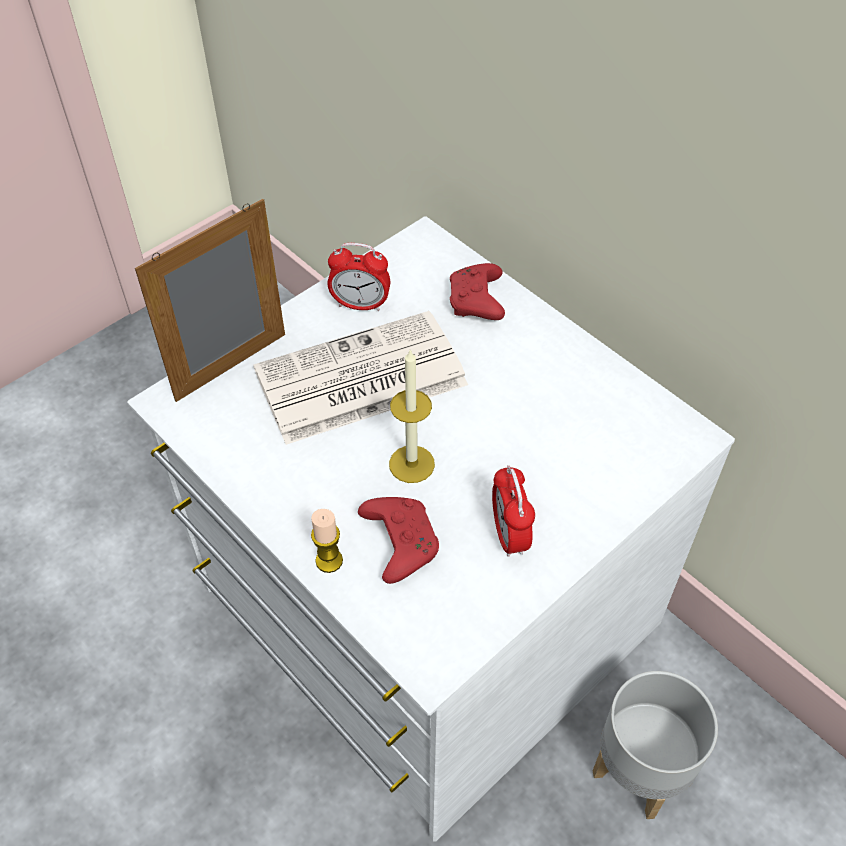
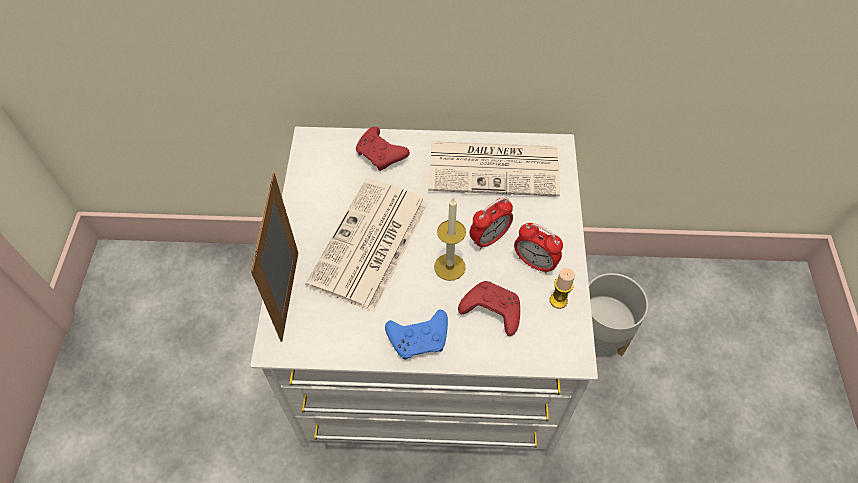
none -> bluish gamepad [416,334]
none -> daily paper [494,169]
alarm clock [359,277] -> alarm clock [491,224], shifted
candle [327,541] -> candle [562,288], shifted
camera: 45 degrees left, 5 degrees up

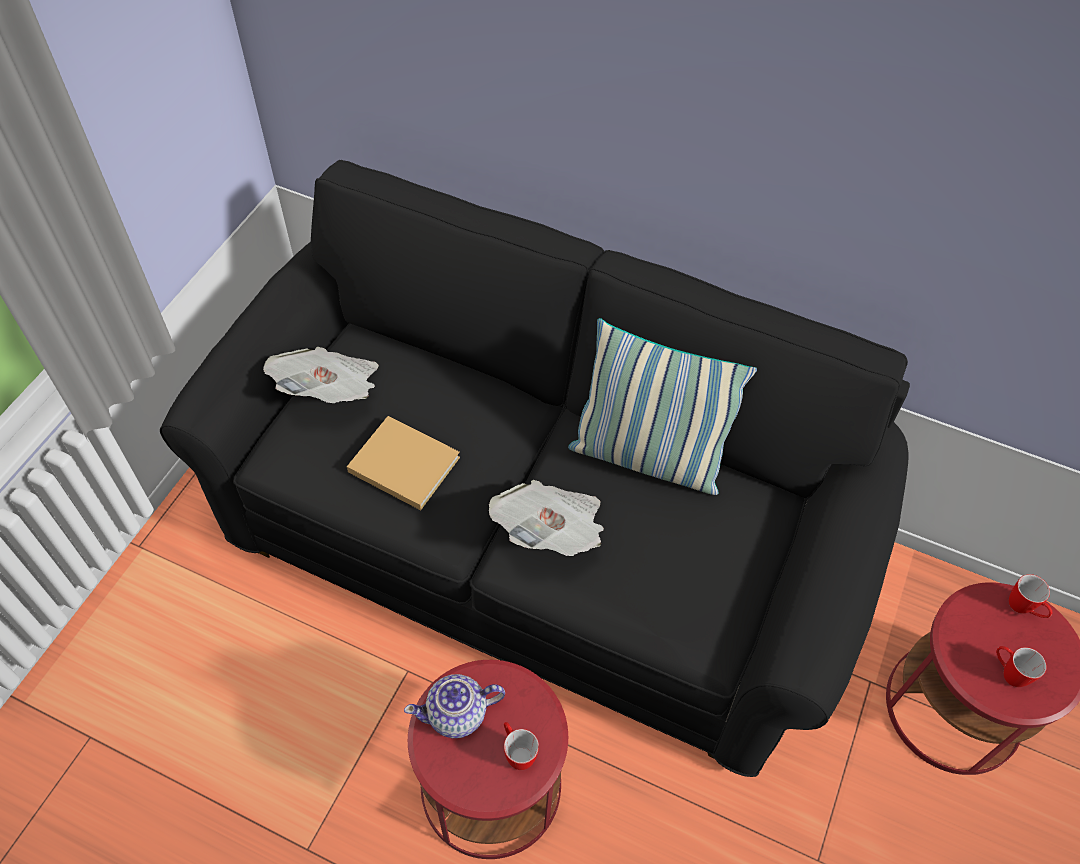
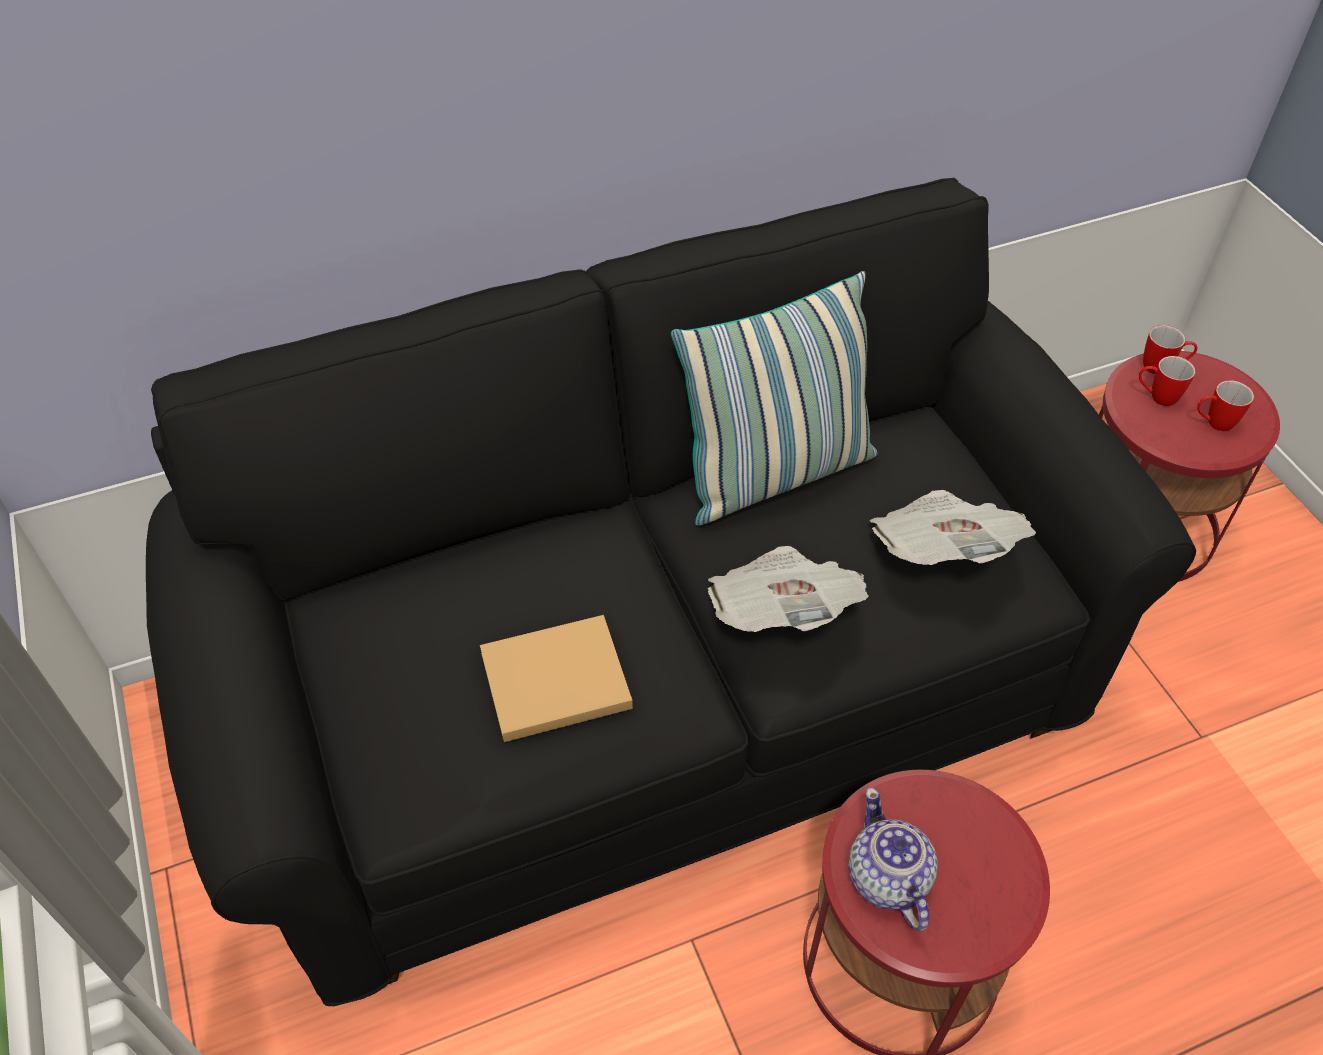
pot for tea [454,706] -> pot for tea [893,859], 135 degrees clockwise
daily paper [321,375] -> daily paper [953,527], shifted
tea mug [521,746] -> tea mug [1167,381], shifted
camera: 45 degrees left, 5 degrees down

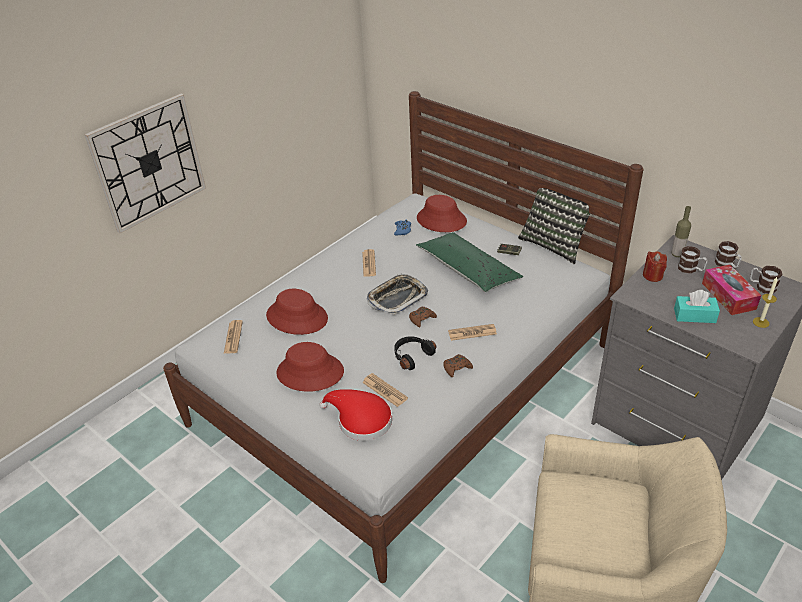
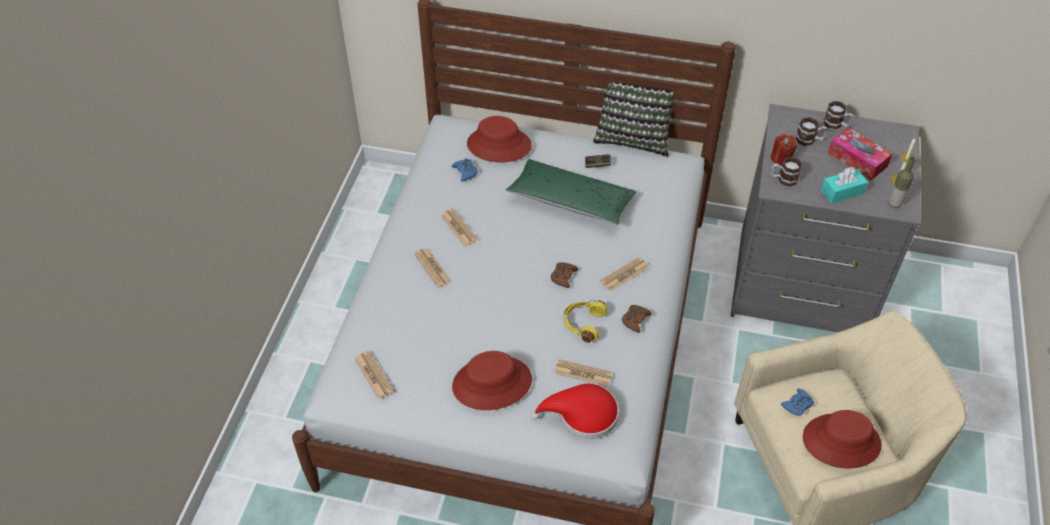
none -> daily paper [432,268]
blackish headset [415,353] -> yellow headset [585,321]
tea mug [766,280] -> tea mug [787,172], shifted
none -> bluish gamepad [797,402]
red wearable hat [297,312] -> red wearable hat [842,439], shifted
drink bottle [681,231] -> drink bottle [902,182], shifted
clock on the wall [145,163] -> none
carrying tray [397,294] -> none
camera: 30 degrees left, 10 degrees up

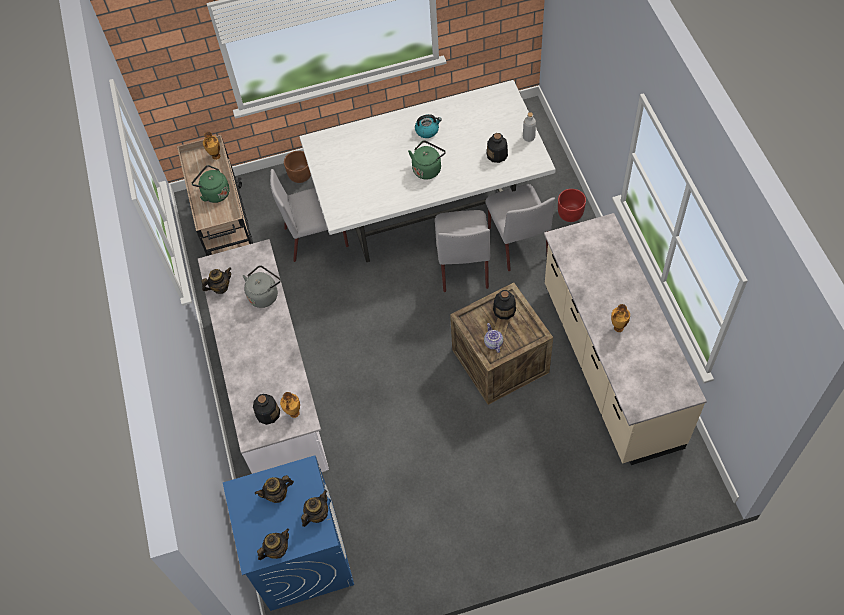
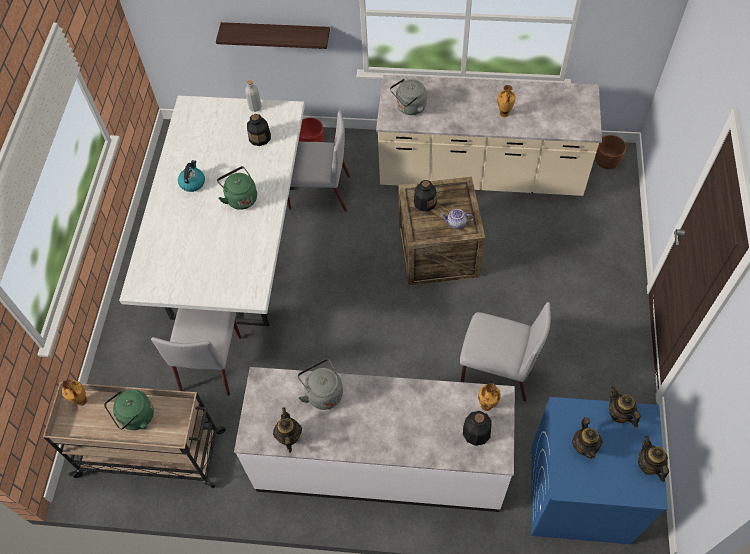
none -> bracket shelf [273,35]
none -> grey tea kettle [408,97]
grey chair [462,251] -> grey chair [505,352], shifted
brown-coloured planter [297,167] -> brown-coloured planter [610,152], shifted
camera: 70 degrees left, 0 degrees up

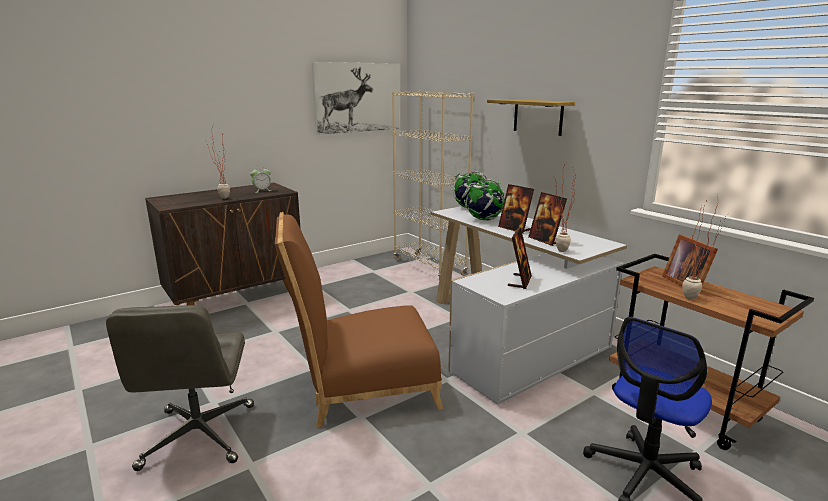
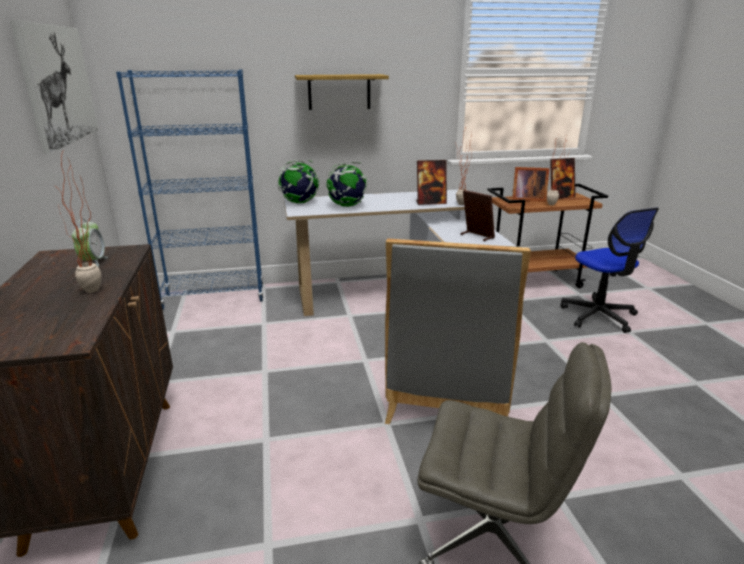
beige bookshelf [433,185] -> bluish bookshelf [190,189]
brown-coloured chair [359,320] -> grey chair [458,331]
picture frame [516,208] -> picture frame [563,178], shifted
camera: 65 degrees left, 5 degrees up

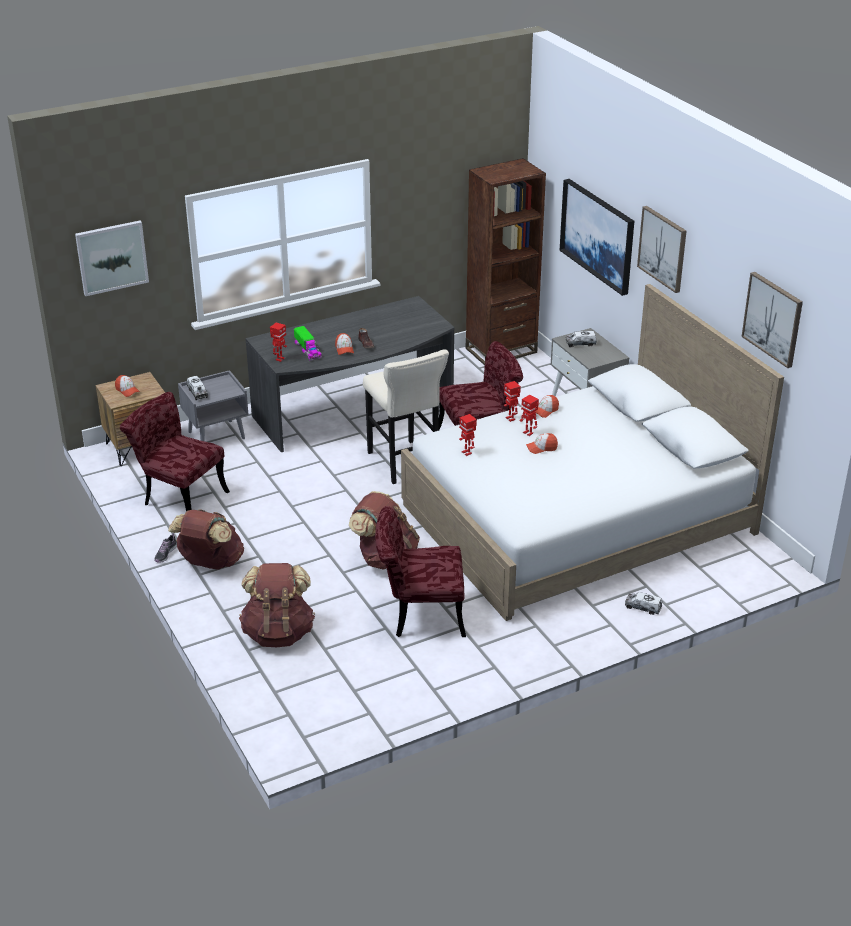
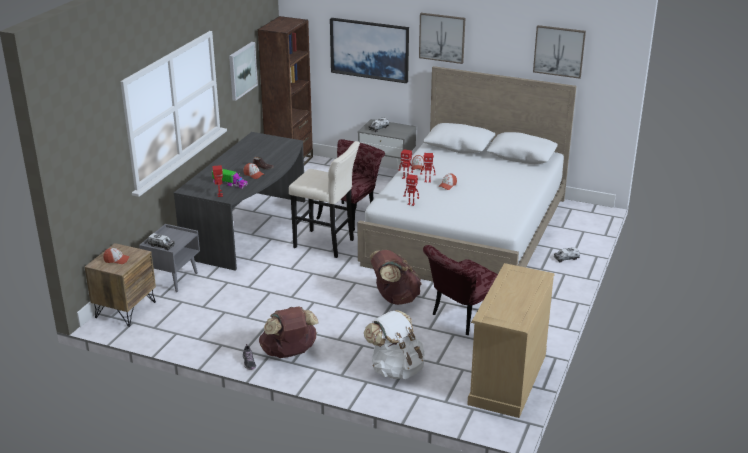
wall picture [112,258] -> wall picture [243,71], shifted
brown-coloured rucksack [277,605] -> white-coloured rucksack [394,344]
none -> beige chest of drawers [511,340]
red chair [175,451] -> none
camera: 40 degrees left, 5 degrees down

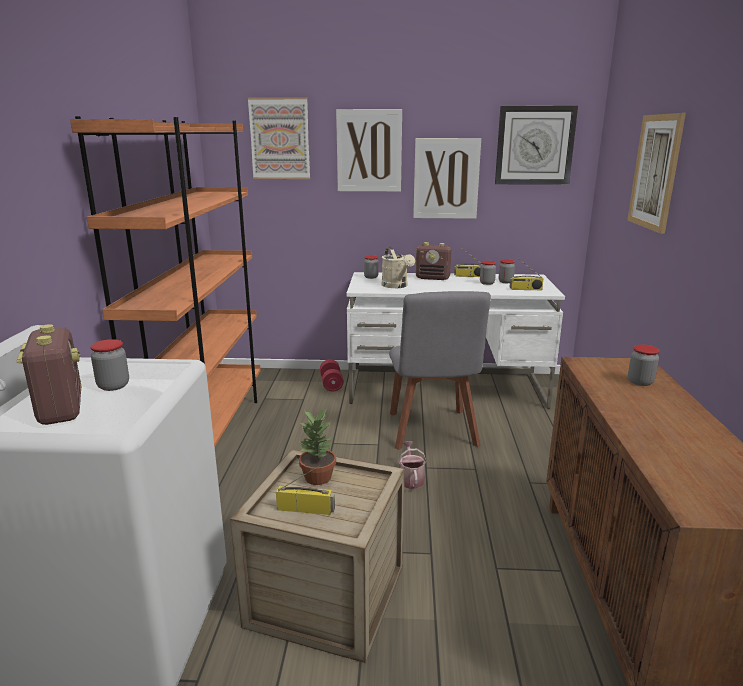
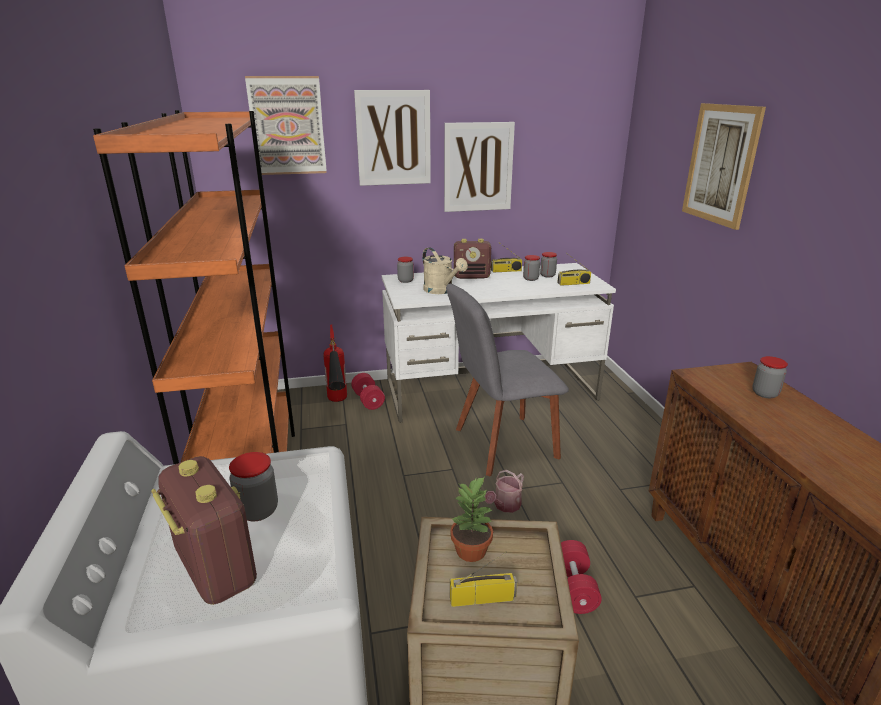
none -> fire extinguisher [335,363]
grey chair [440,370] -> grey chair [507,380], 90 degrees clockwise
watering can [412,465] -> watering can [504,491], 120 degrees counterclockwise
none -> red dumbbell [581,577]
clock on the wall [536,145] -> none
camera: 15 degrees left, 5 degrees up

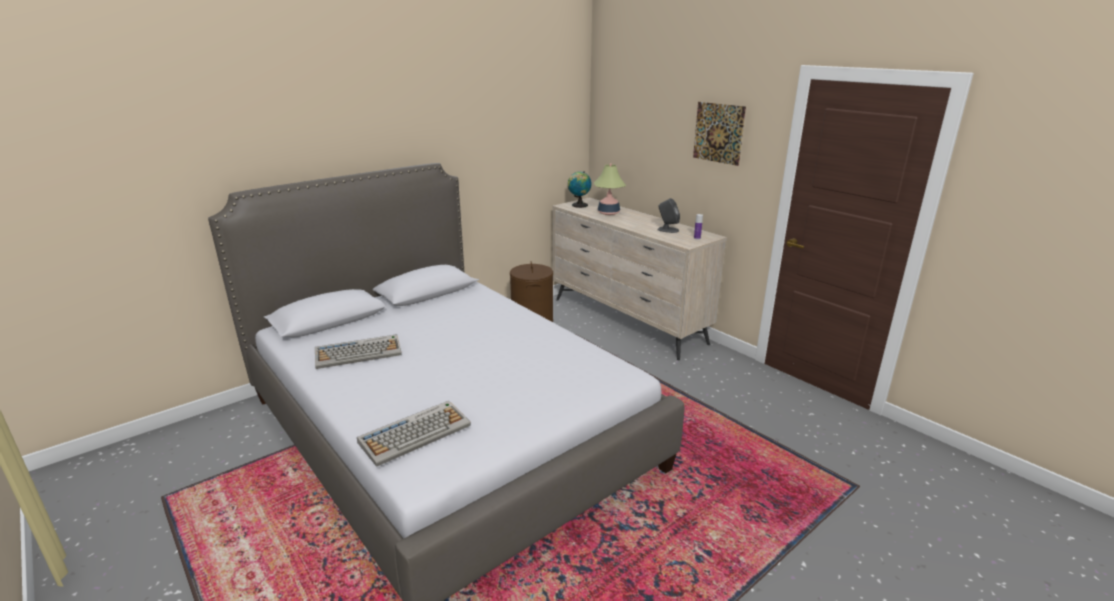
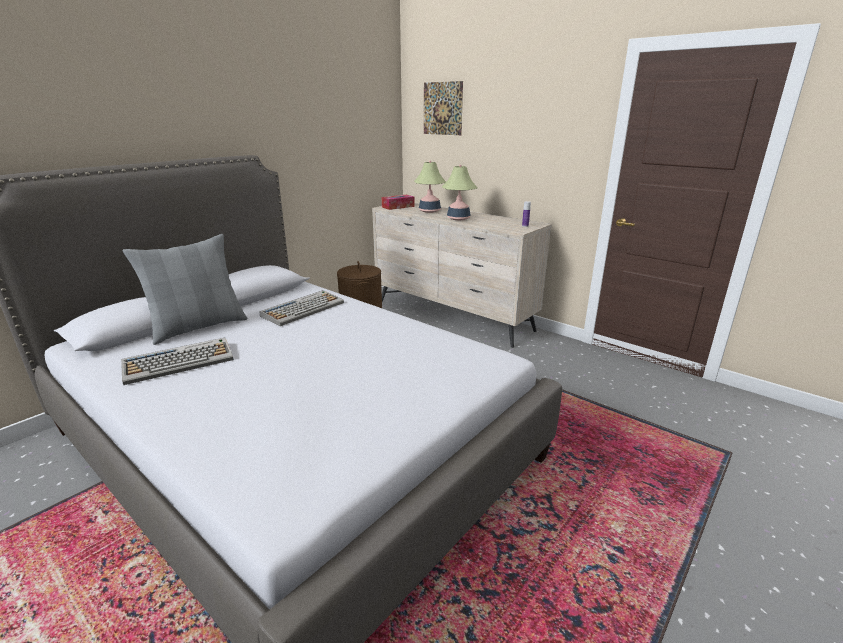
none -> grey throw pillow [185,289]
PC keyboard [414,434] -> PC keyboard [302,308], shifted
globe [580,189] -> tissue holder [398,202]
wall picture [719,134] -> wall picture [443,108], shifted
none -> tabletop lamp [459,192]
grey audio speaker [668,215] -> none
camera: 10 degrees left, 0 degrees up

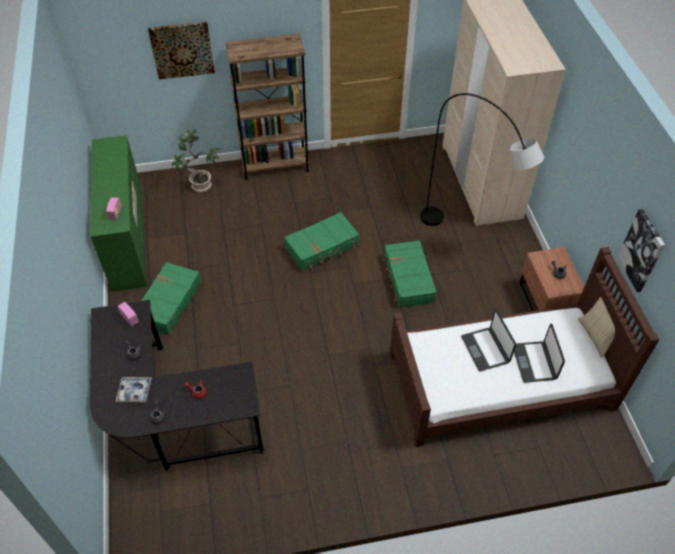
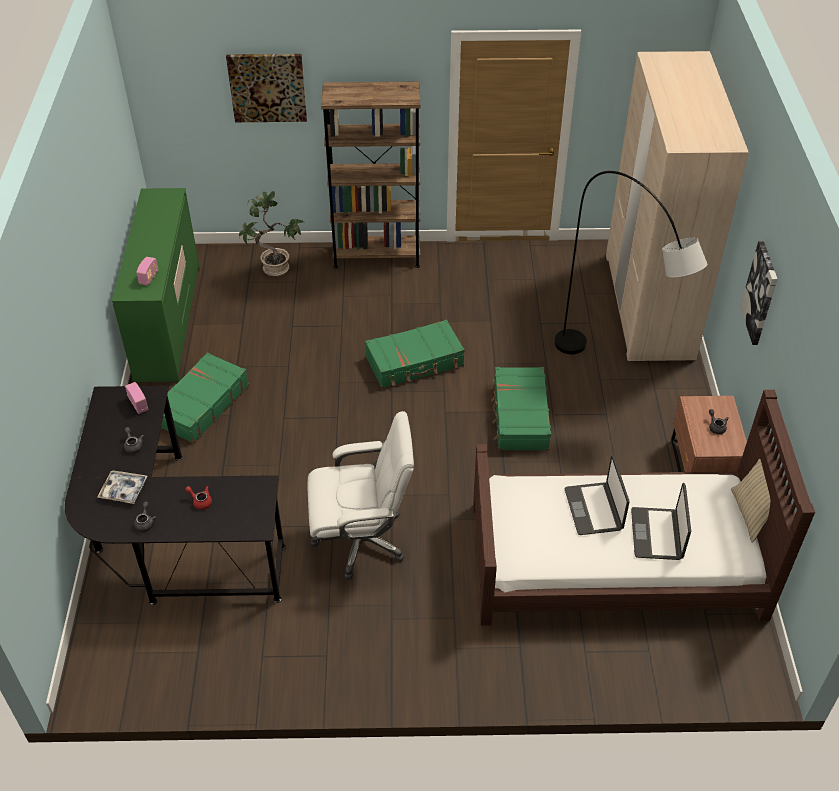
none -> white-coloured office chair [360,495]
wall picture [641,250] -> wall picture [758,293], shifted
camera: 10 degrees right, 5 degrees down

